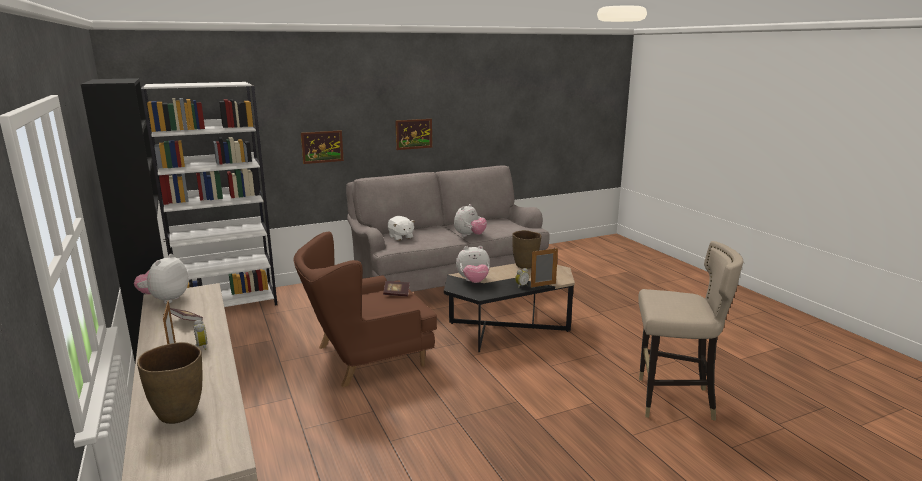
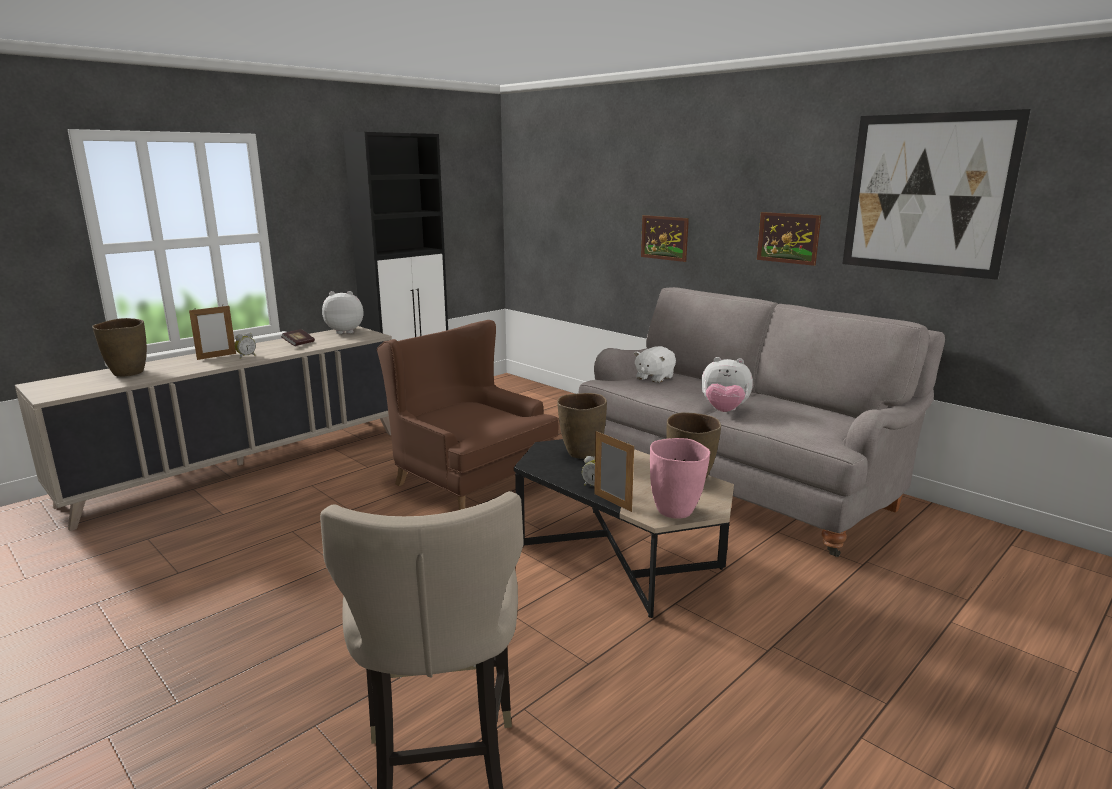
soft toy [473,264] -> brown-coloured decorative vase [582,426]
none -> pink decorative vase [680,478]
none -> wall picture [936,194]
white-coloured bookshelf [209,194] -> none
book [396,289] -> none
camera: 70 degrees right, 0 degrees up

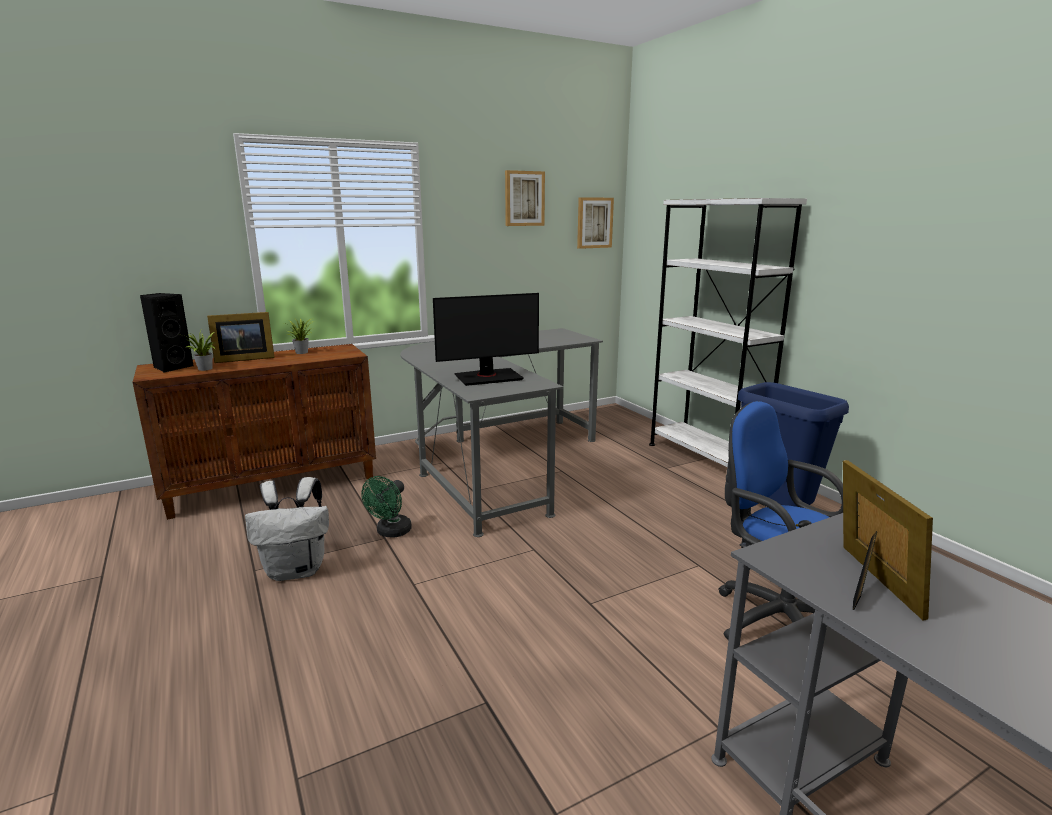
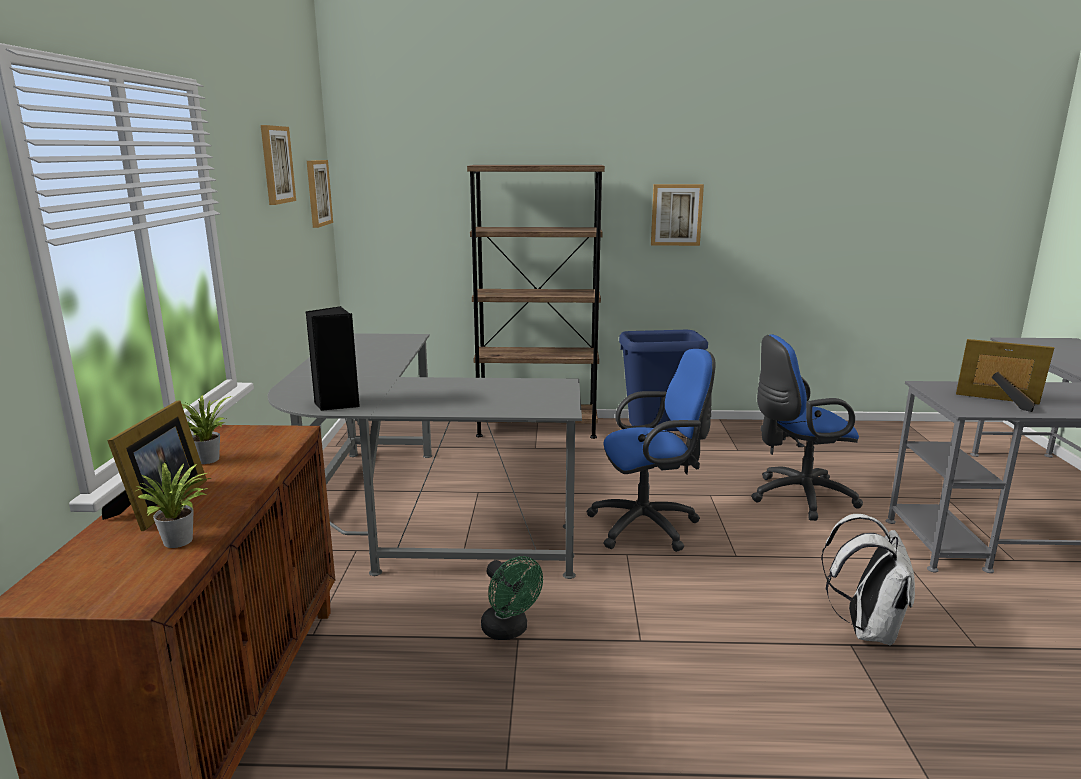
blackish audio speaker [167,333] -> blackish audio speaker [333,358], shifted
white-coloured bookshelf [728,332] -> brown-coloured bookshelf [536,302]
none -> bluish office chair [651,450]
none -> wall picture [677,215]
white-coloured rucksack [287,529] -> white-coloured rucksack [868,580], shifted
computer screen [486,339] -> none
camera: 60 degrees left, 0 degrees up

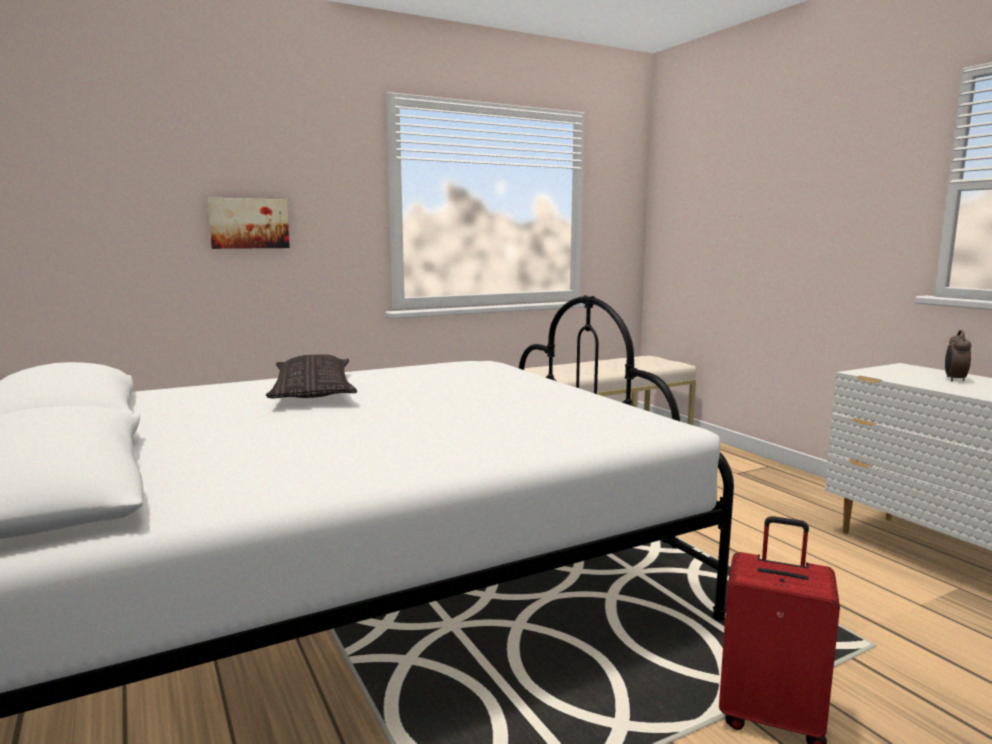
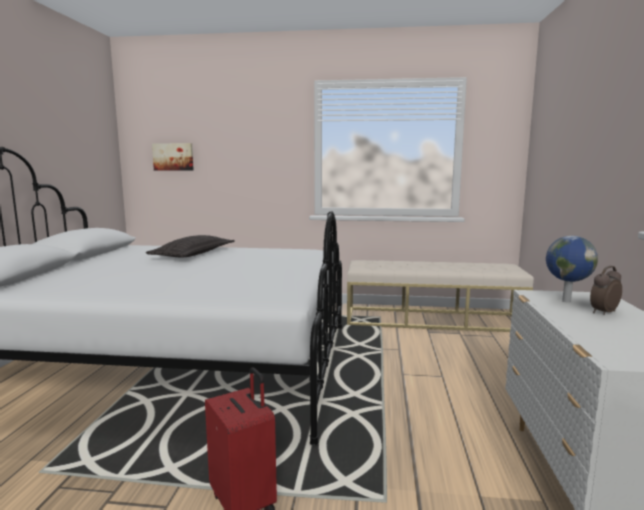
wall picture [249,223] -> wall picture [173,156], shifted
none -> globe [572,269]
camera: 35 degrees right, 0 degrees up

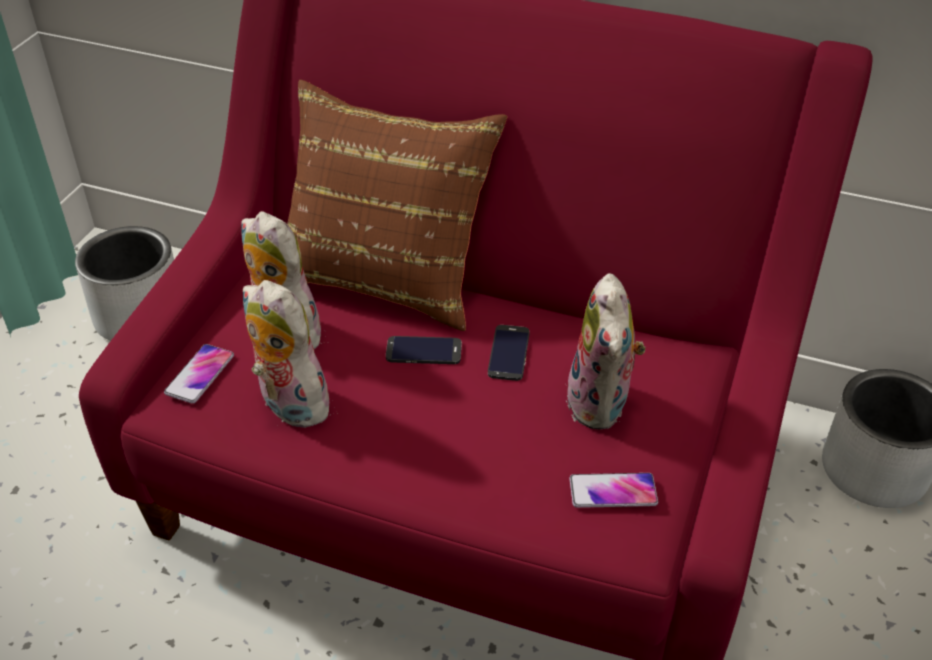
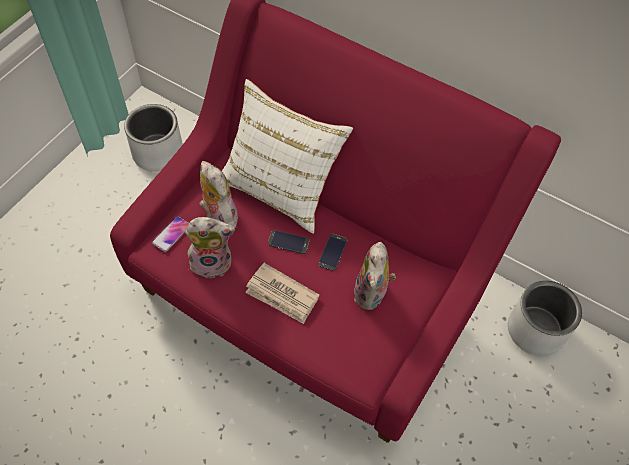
soft toy [289,354] -> soft toy [210,247], 120 degrees clockwise
brown-coloured throw pillow [397,205] -> white-coloured throw pillow [287,156]
none -> daily paper [282,293]
handset [613,490] -> none
camera: 10 degrees right, 15 degrees up

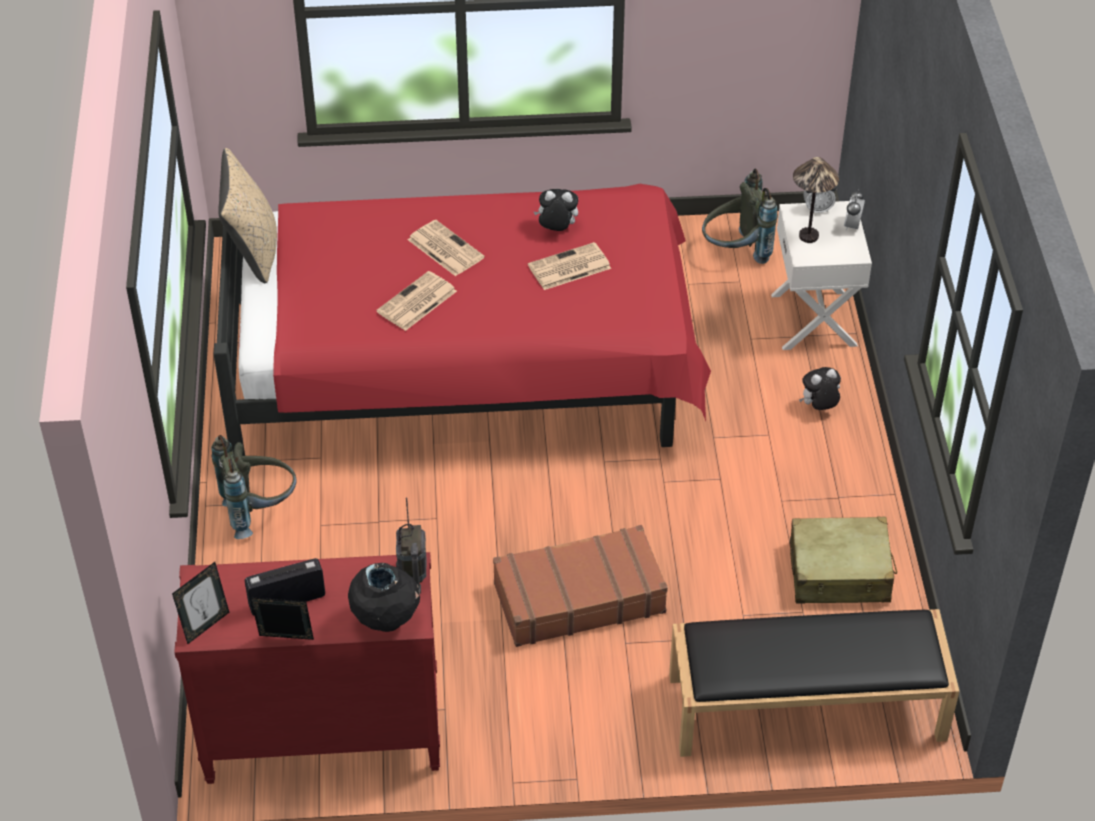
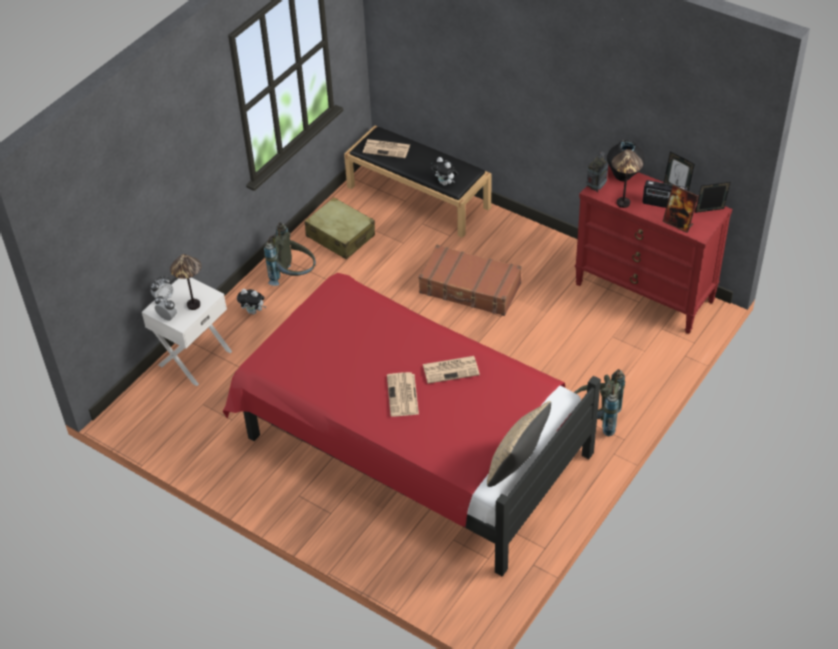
grey rucksack [740,216] -> grey rucksack [290,254], shifted
daily paper [569,266] -> daily paper [386,148], shifted
soft toy [556,210] -> soft toy [444,171], shifted
none -> tabletop lamp [627,178]
none -> picture frame [680,209]
camera: 140 degrees left, 0 degrees up

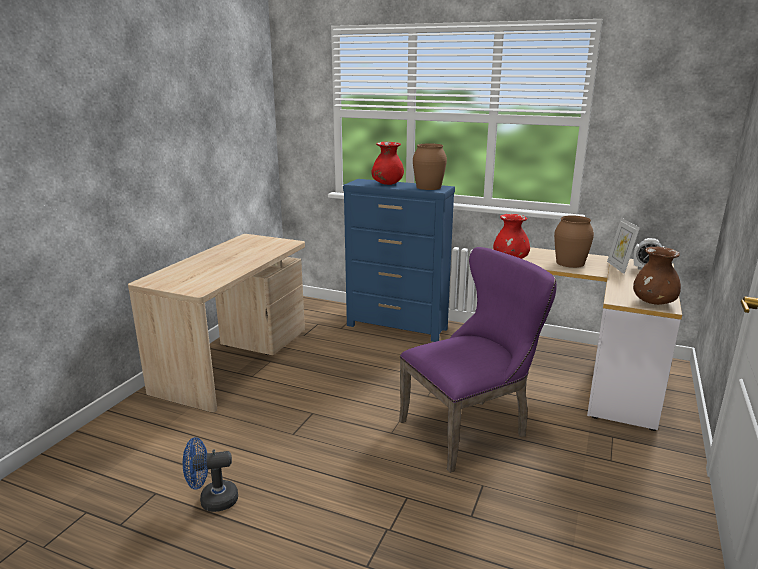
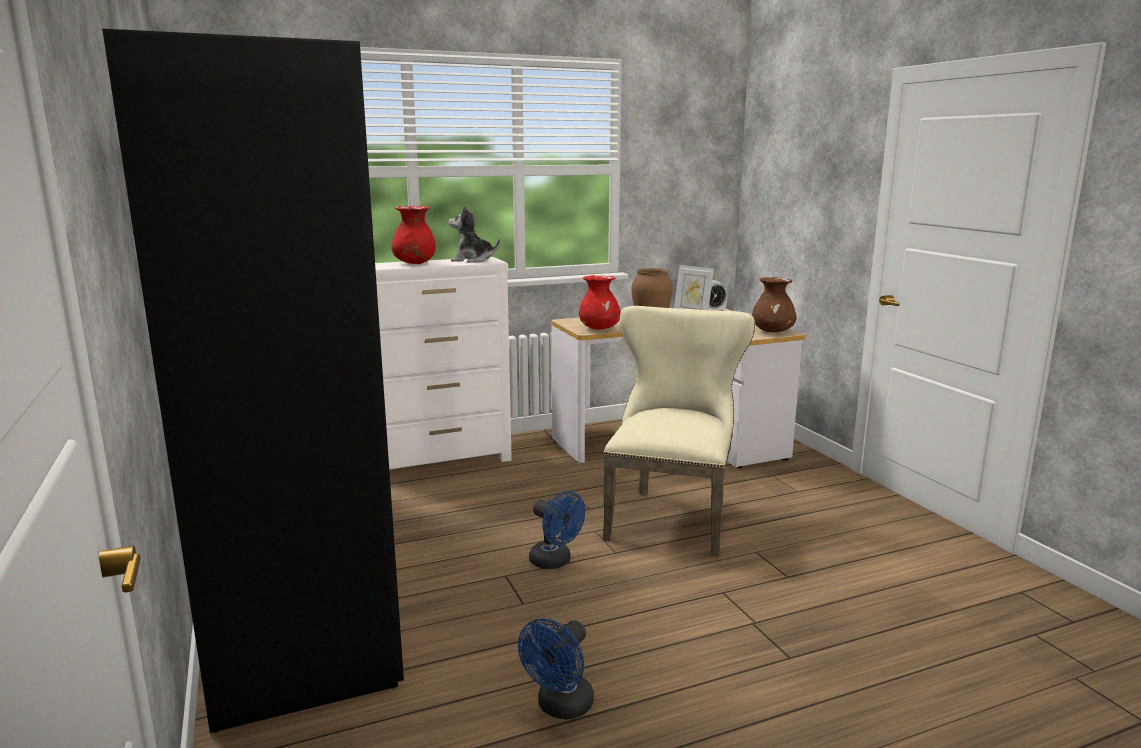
beige desk table [216,323] -> blackish clothes cupboard [253,381]
bluish chest of drawers [399,260] -> white-coloured chest of drawers [443,363]
brown-coloured decorative vase [430,166] -> soft toy [474,234]
none -> bluish electric fan [557,530]
purple-coloured chair [478,360] -> beige chair [679,431]
camera: 45 degrees left, 5 degrees down

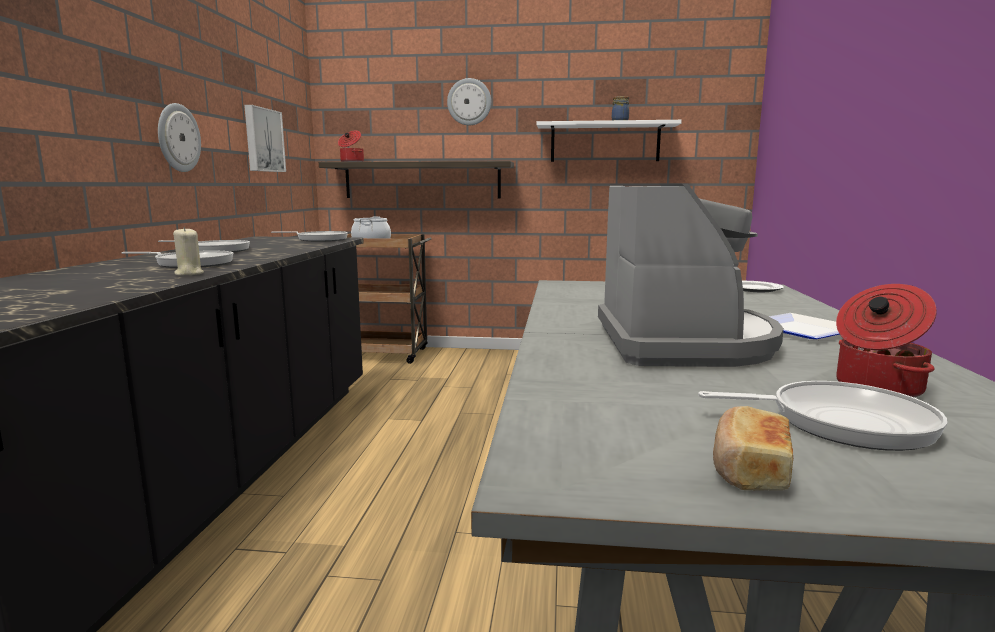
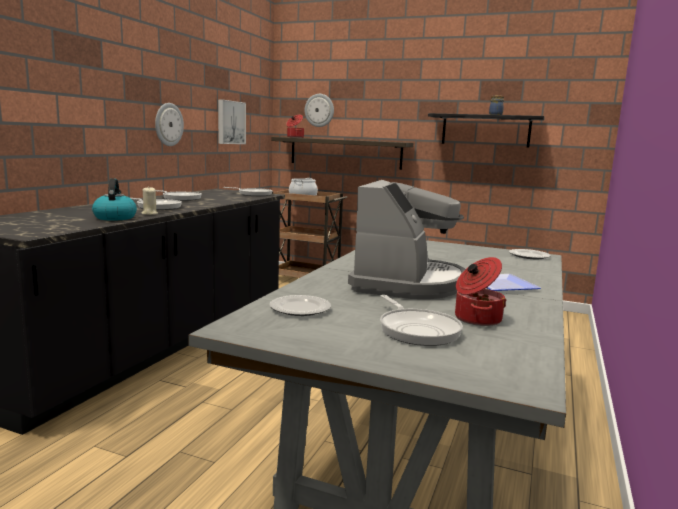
none -> tea kettle [114,200]
none -> plate [300,305]
clock on the wall [469,101] -> clock on the wall [319,110], shifted
pan [822,416] -> pan [421,320], 45 degrees clockwise
white-coloured bracket shelf [609,141] -> blackish bracket shelf [486,130]
bread [753,448] -> none
camera: 15 degrees right, 0 degrees up

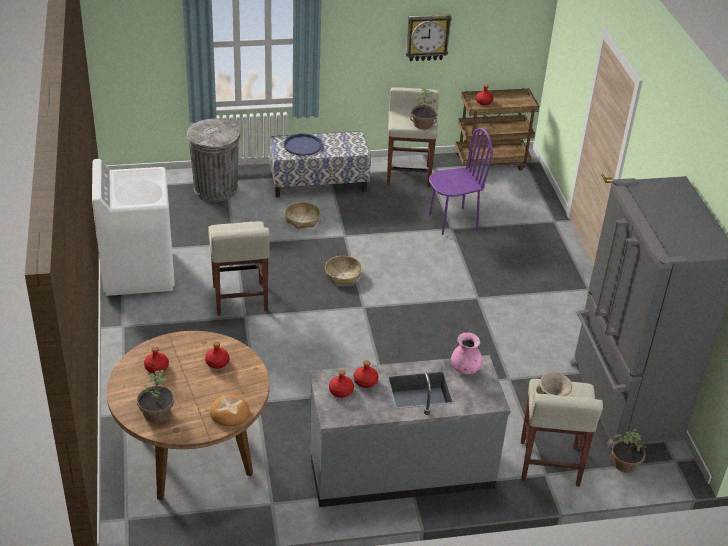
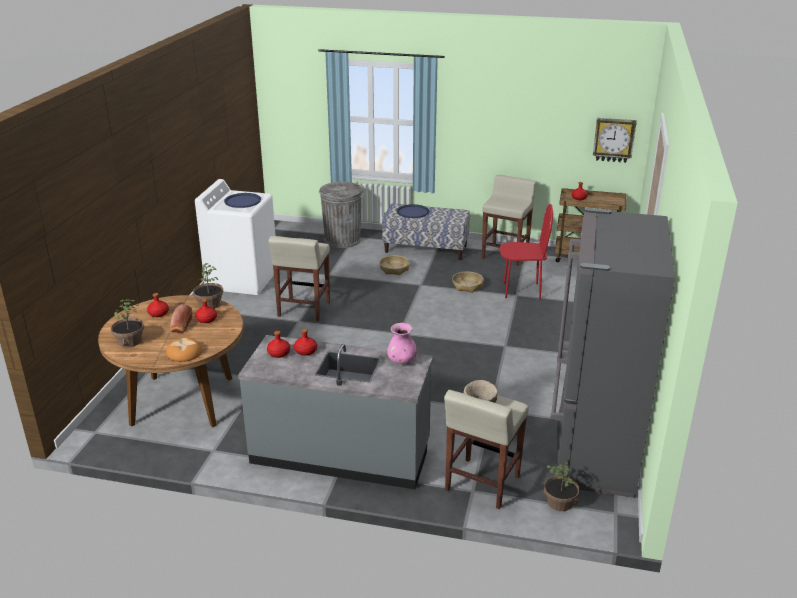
none -> bread [181,318]
houseplant [424,108] -> houseplant [208,286], shifted
none -> bluish carrying tray [242,200]
basket [343,270] -> basket [468,282], shifted
purple-coloured chair [461,181] -> red chair [526,252]
clock on the wall [428,37] -> clock on the wall [615,140], shifted
camera: 25 degrees right, 10 degrees down

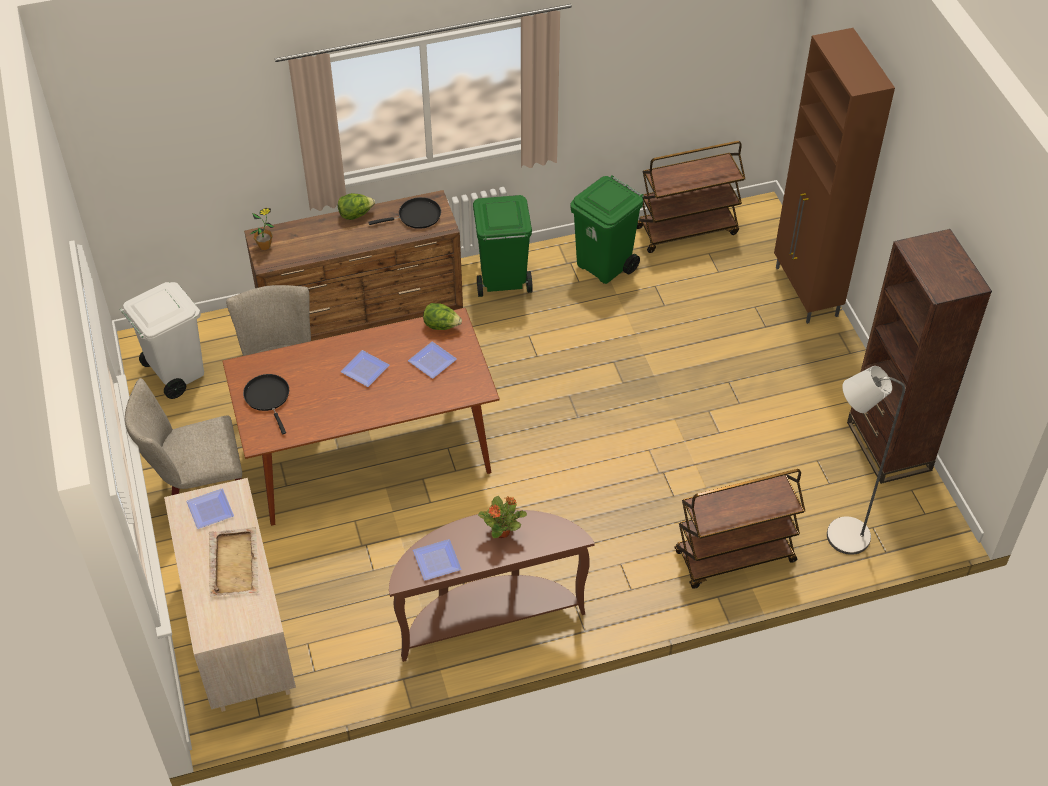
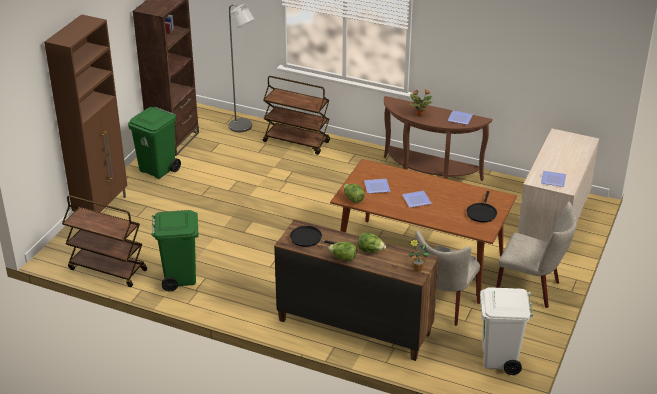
green-coloured waste bin [503,246] -> green-coloured waste bin [154,142], shifted
none -> lettuce [372,243]
beige carrying tray [234,562] -> none
camera: 140 degrees left, 15 degrees down

